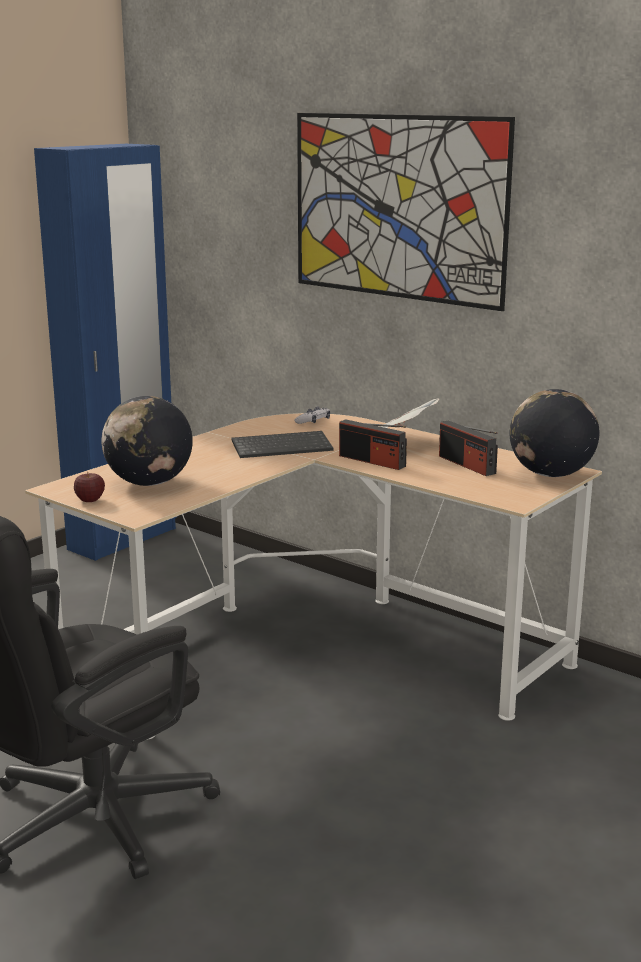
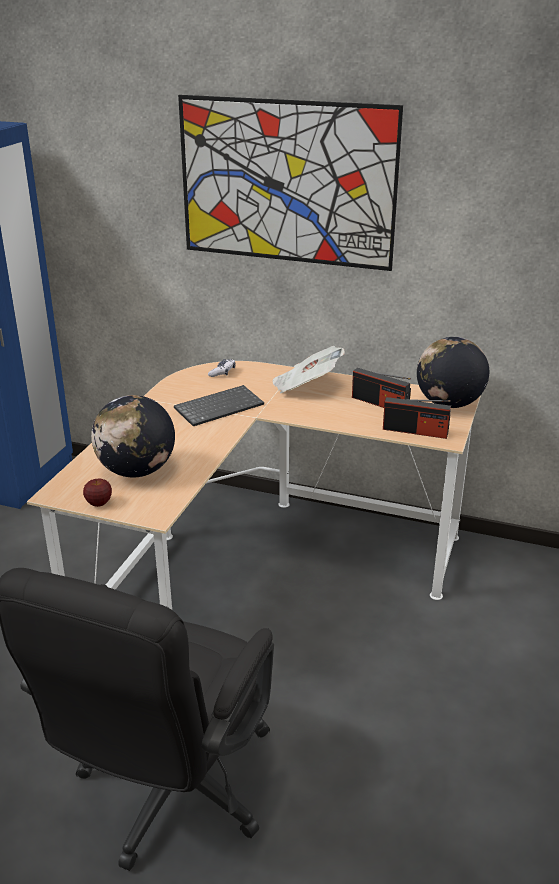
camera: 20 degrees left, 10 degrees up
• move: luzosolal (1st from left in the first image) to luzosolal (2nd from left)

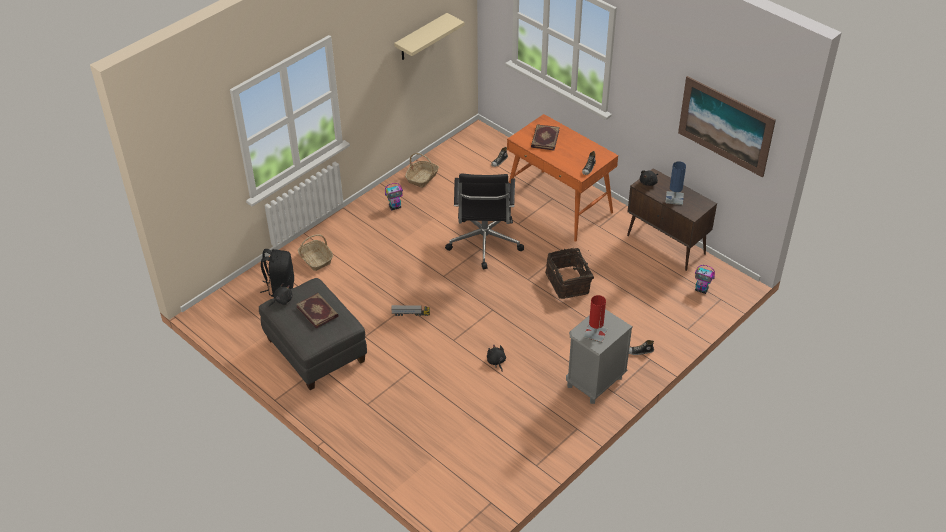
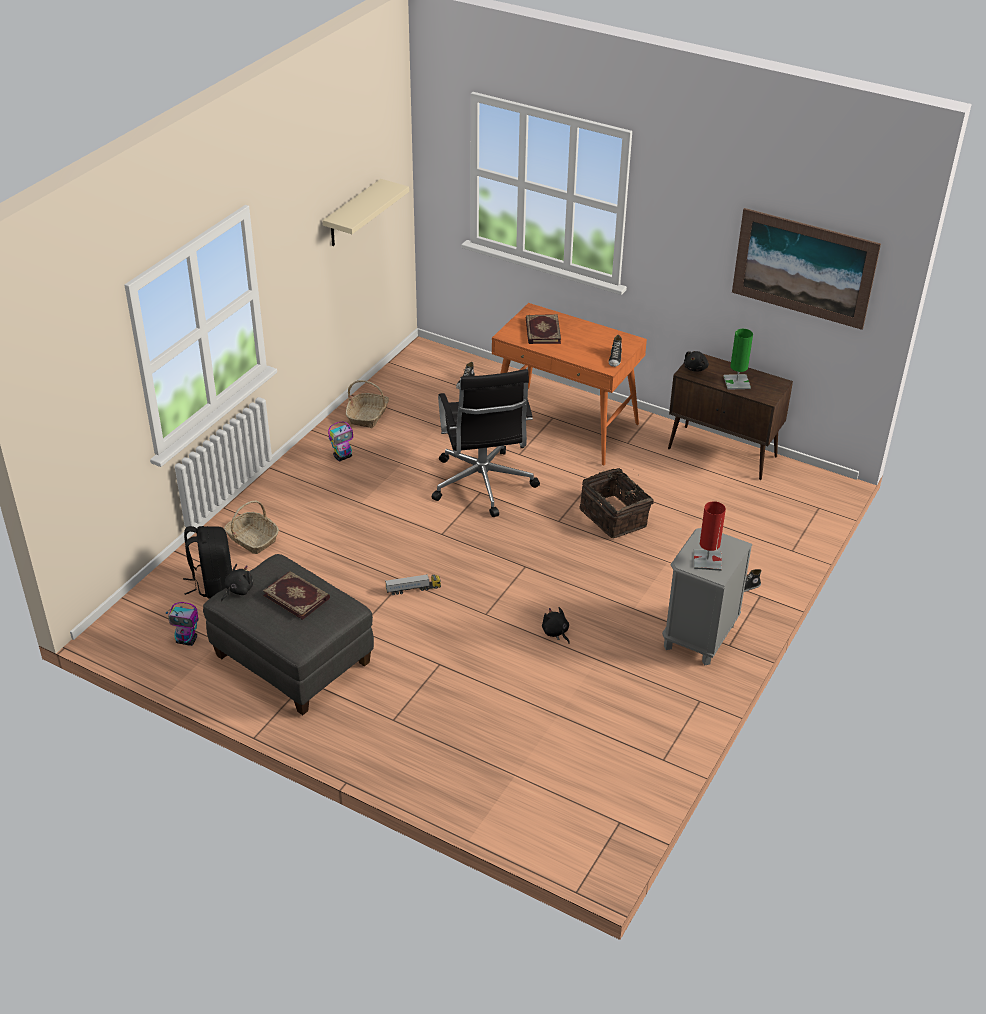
camera: 15 degrees left, 5 degrees down
• move: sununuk (2nd from left in the first image) to sununuk (1st from left)
• recolor: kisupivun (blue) to kisupivun (green)

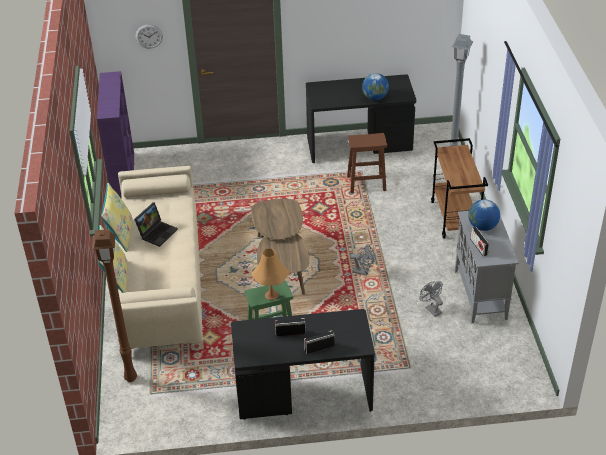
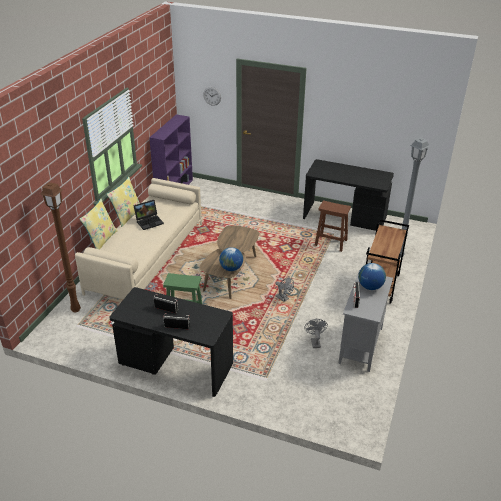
camera: 25 degrees right, 5 degrees down
• move: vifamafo (1st from left)
• delete: kisupivun (orange)

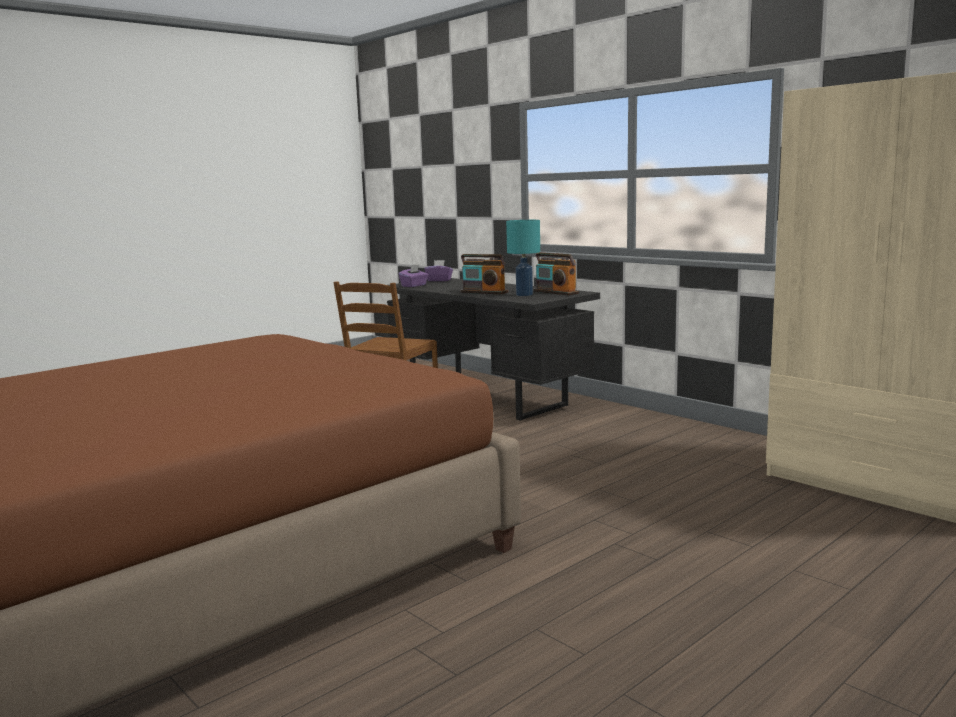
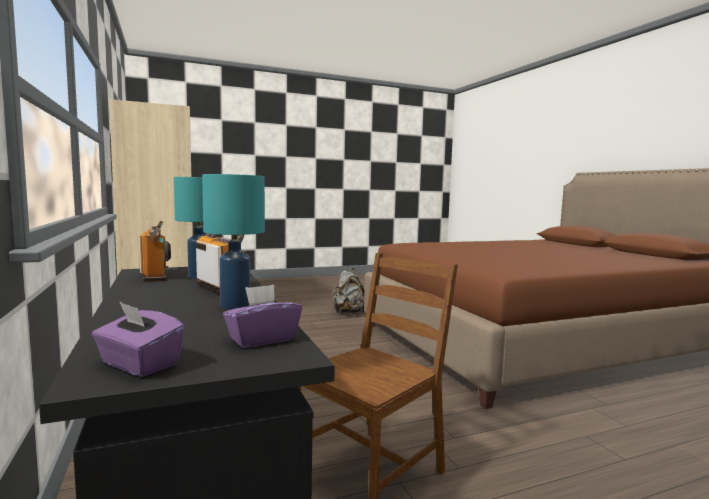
camera: 160 degrees left, 5 degrees down
• insert: kisupivun (turquoise) (2nd from left)
• insert: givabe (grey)

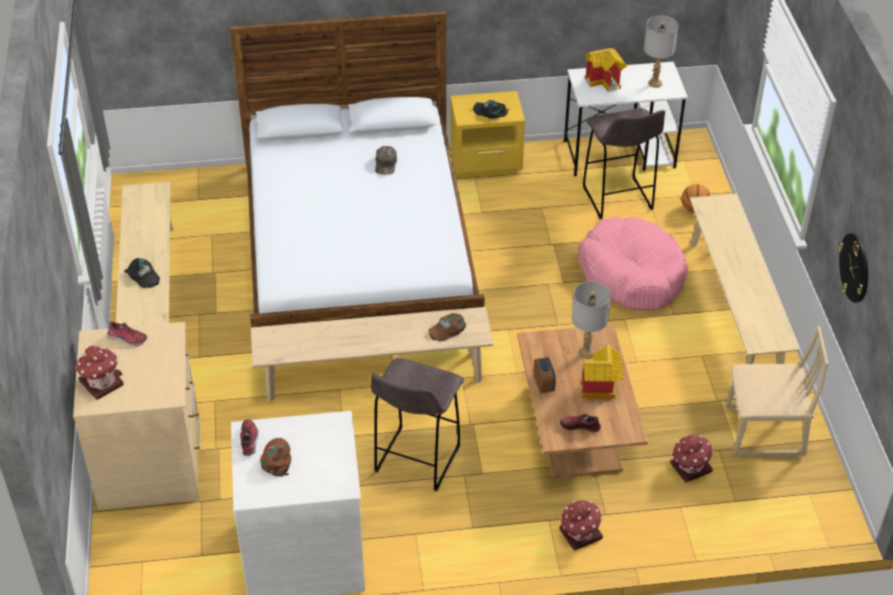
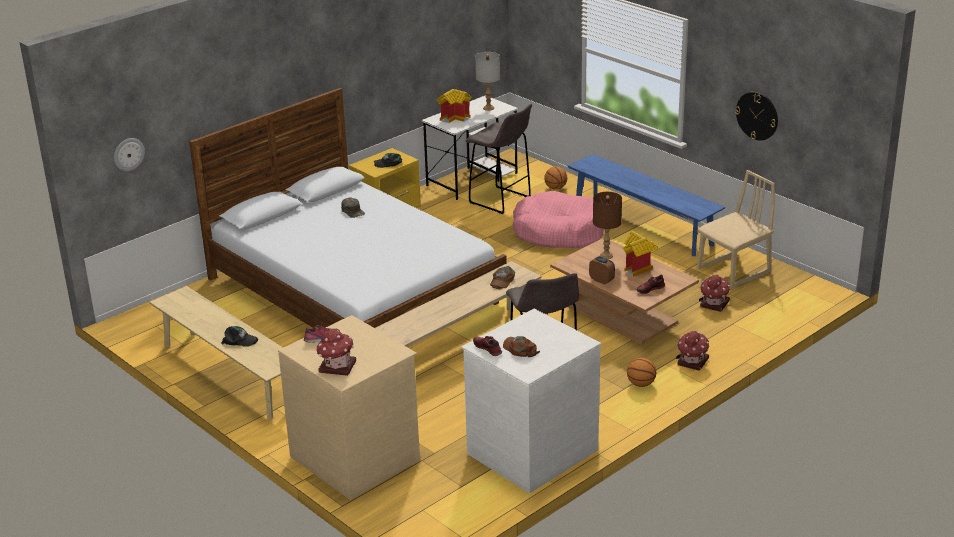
camera: 35 degrees left, 15 degrees down
• insert: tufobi (1st from left)
• recolor: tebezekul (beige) (3rd from left) to tebezekul (blue)
• recolor: kisupivun (grey) (1st from left) to kisupivun (brown)
• insert: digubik (2nd from left)

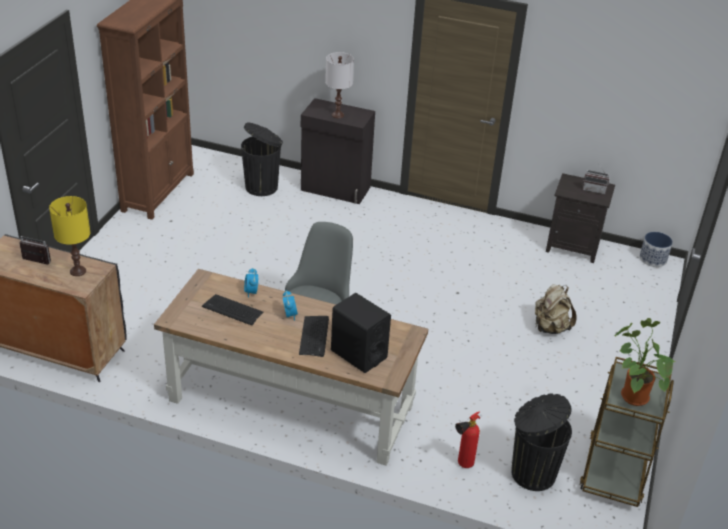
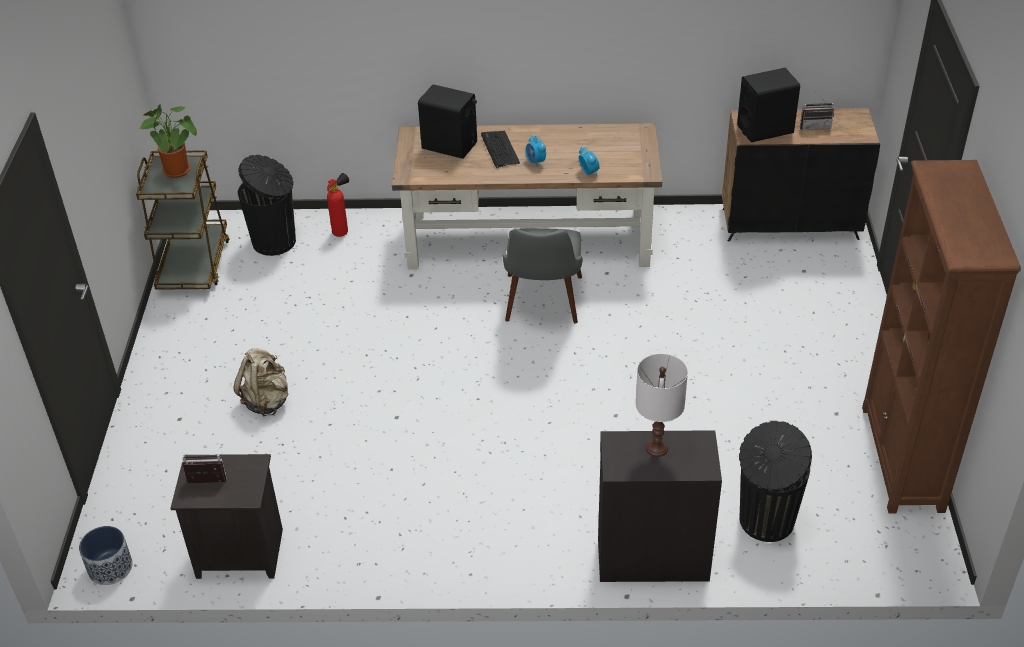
camera: 165 degrees right, 5 degrees up
• replace: kisupivun (yellow) to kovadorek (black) (2nd from left)
• delete: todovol (1st from left)

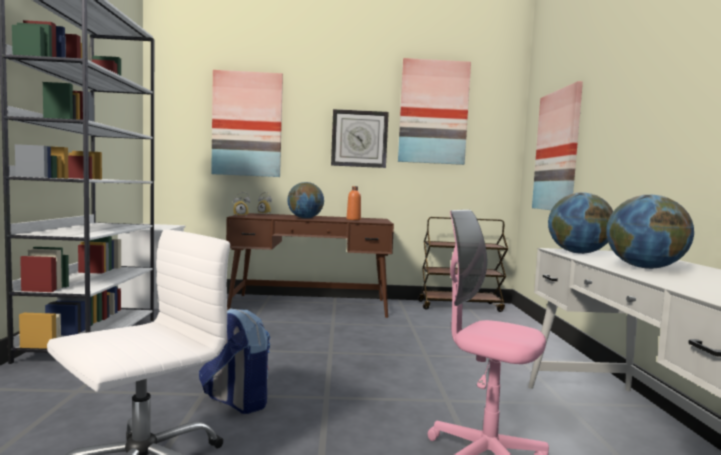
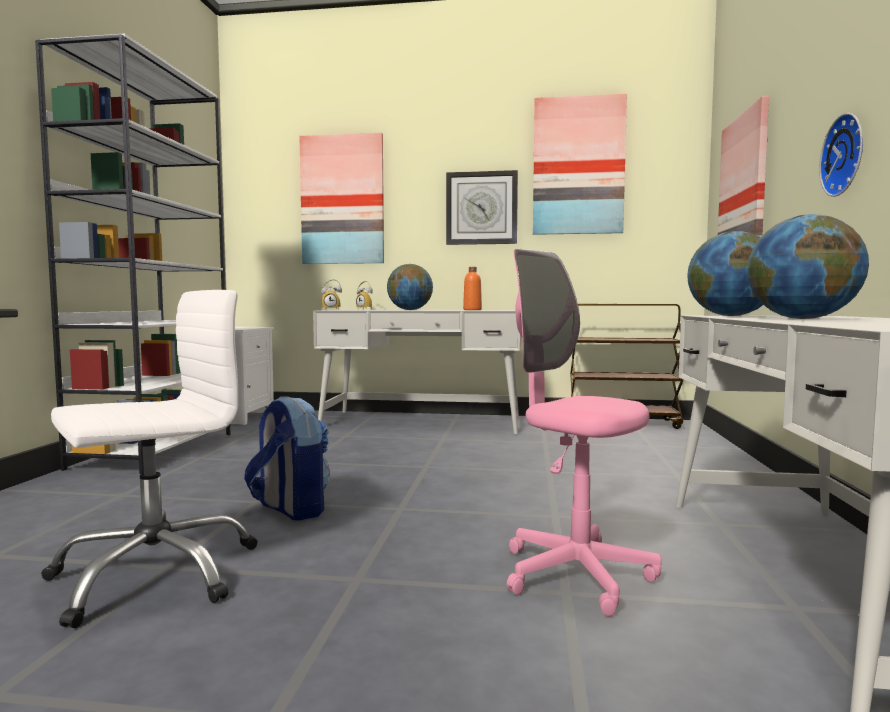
camera: 10 degrees right, 0 degrees up
• recolor: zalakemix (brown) to zalakemix (white) (1st from left)
• insert: tufobi (2nd from left)

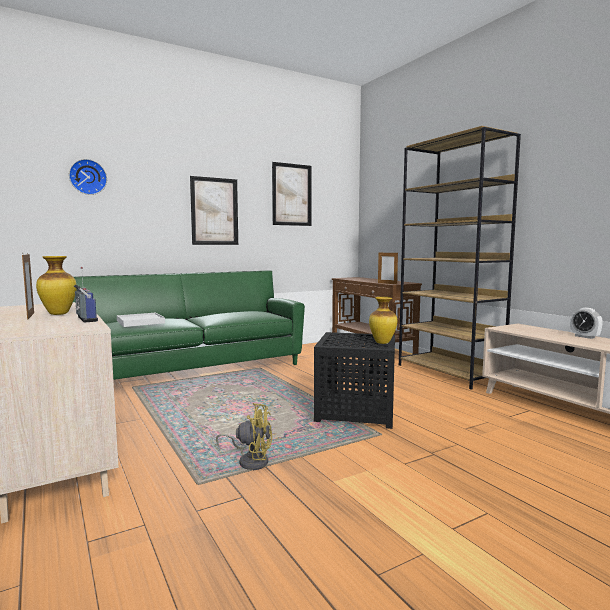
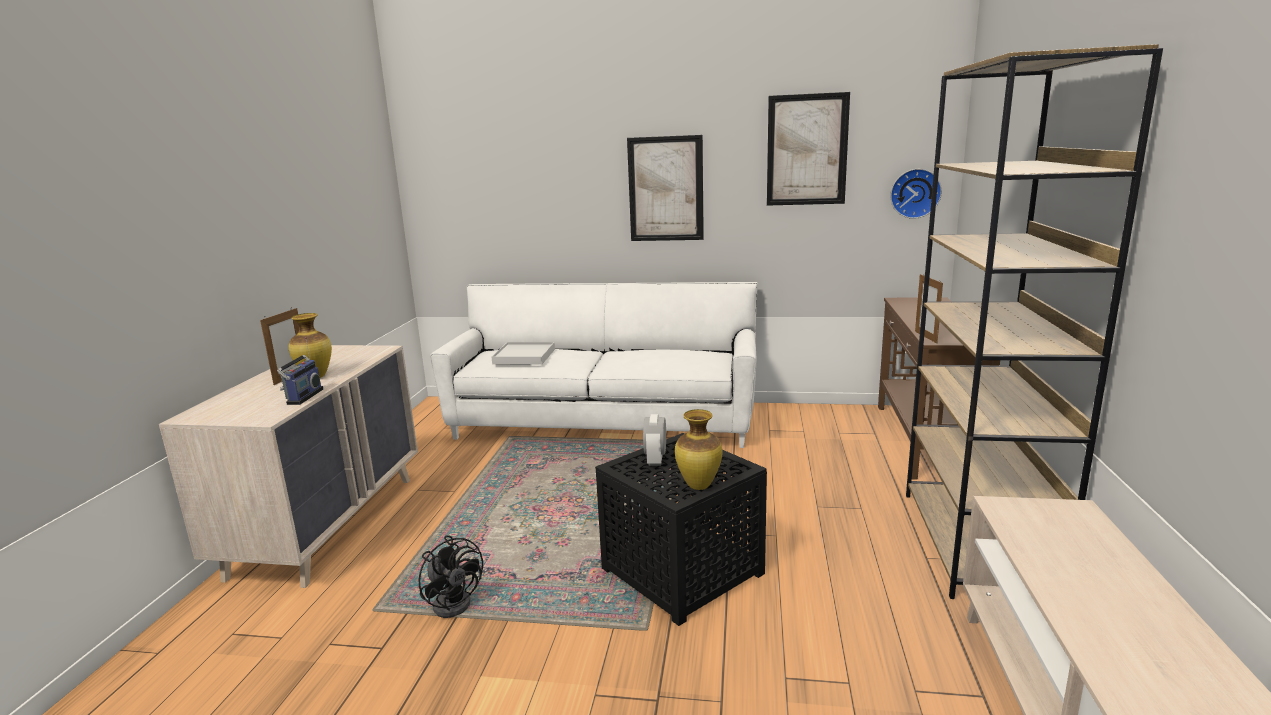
camera: 40 degrees right, 10 degrees up
• recolor: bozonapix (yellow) to bozonapix (black)
• recolor: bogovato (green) to bogovato (white)
• move: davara
• move: tufobi

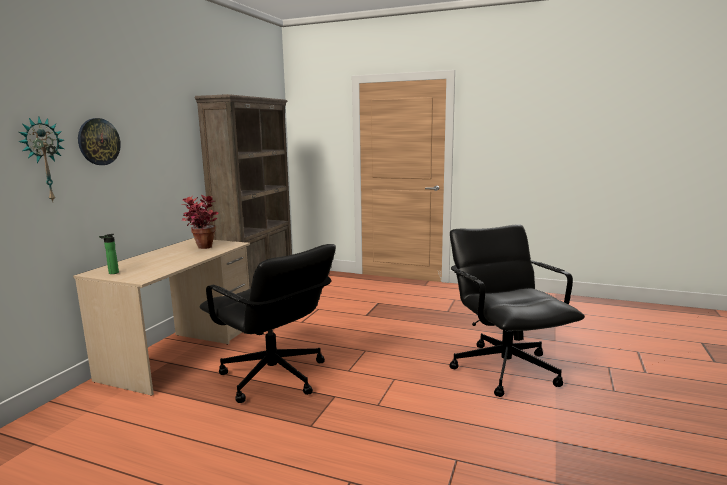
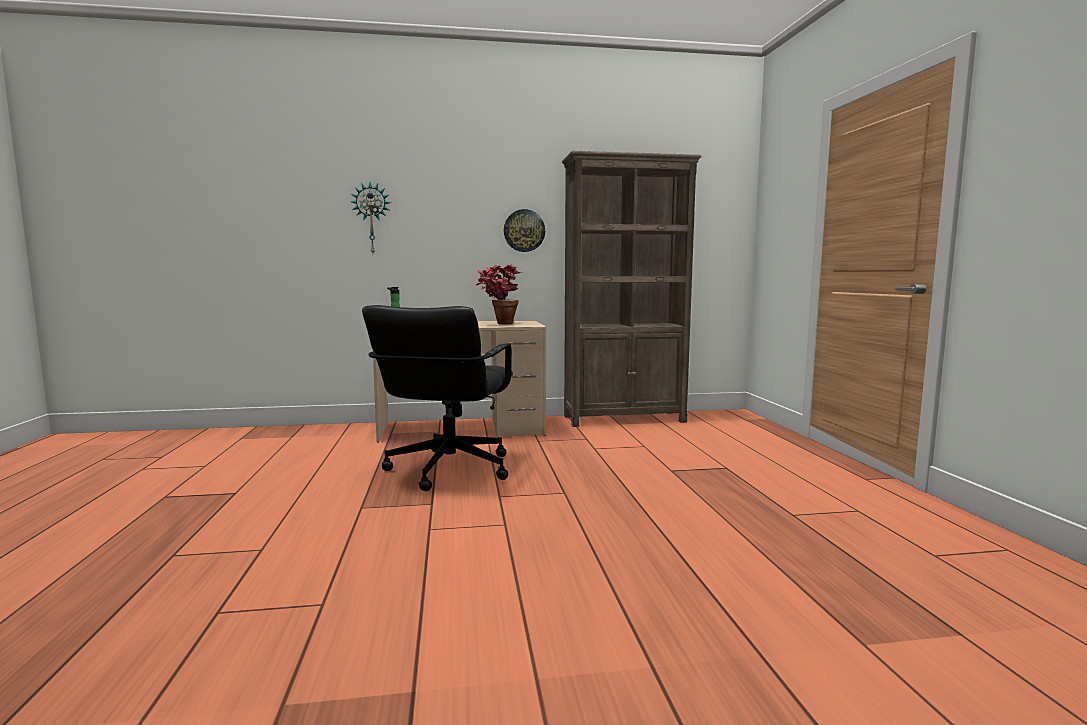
camera: 60 degrees right, 5 degrees down
• move: tufobi (2nd from left)
• delete: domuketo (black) (2nd from left)

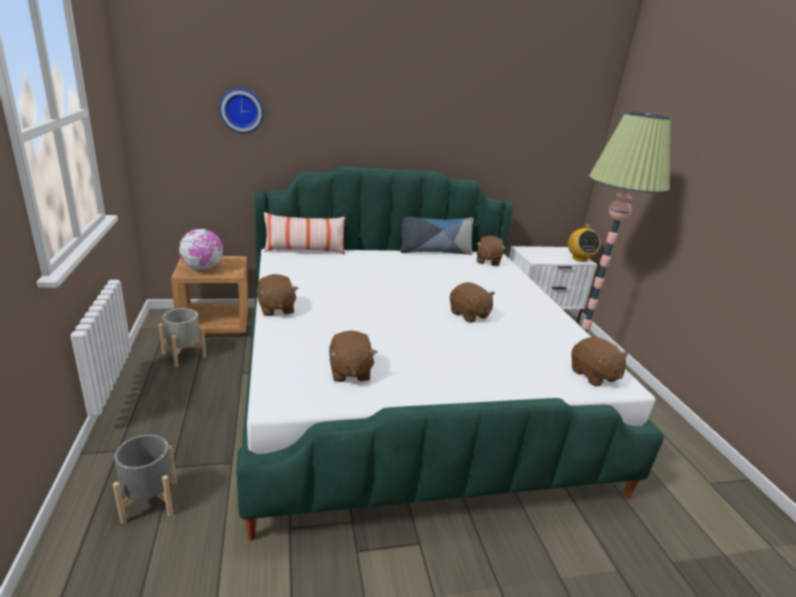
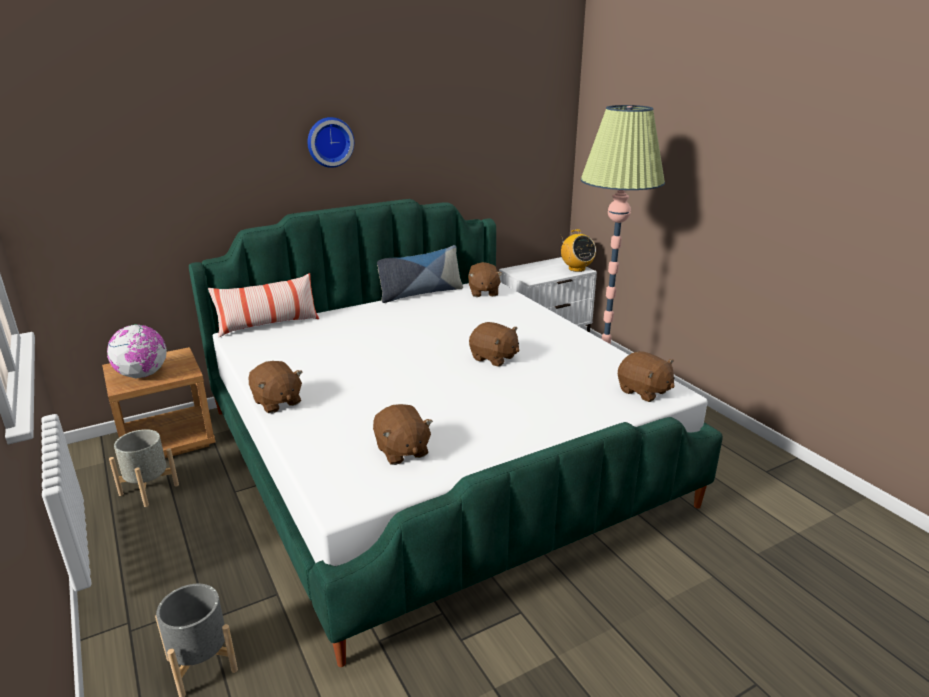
camera: 15 degrees left, 0 degrees up
• move: tufobi

